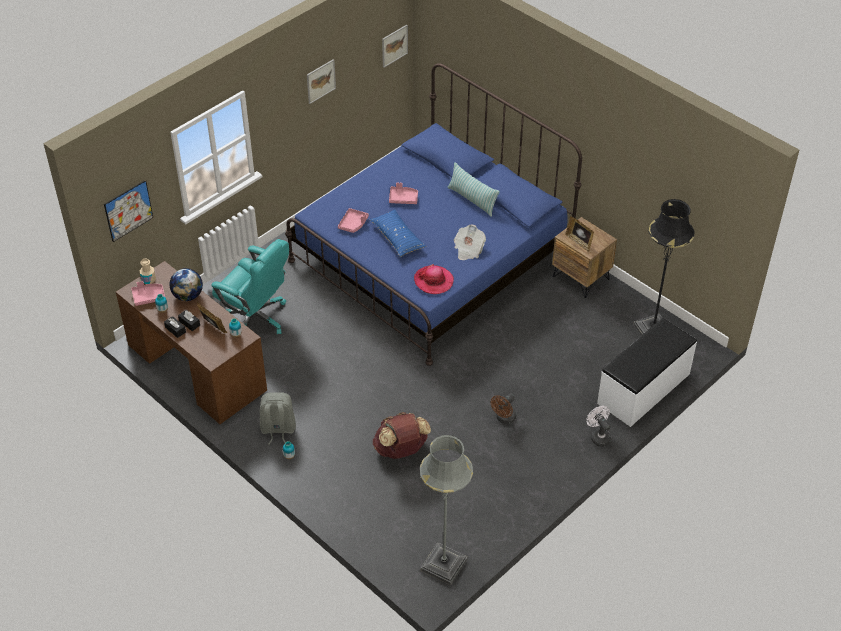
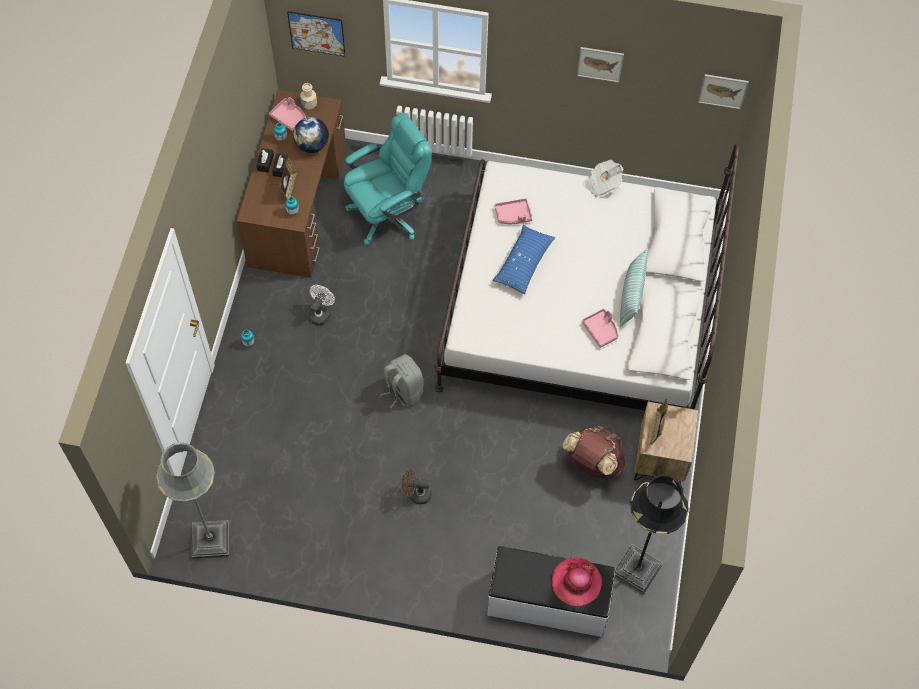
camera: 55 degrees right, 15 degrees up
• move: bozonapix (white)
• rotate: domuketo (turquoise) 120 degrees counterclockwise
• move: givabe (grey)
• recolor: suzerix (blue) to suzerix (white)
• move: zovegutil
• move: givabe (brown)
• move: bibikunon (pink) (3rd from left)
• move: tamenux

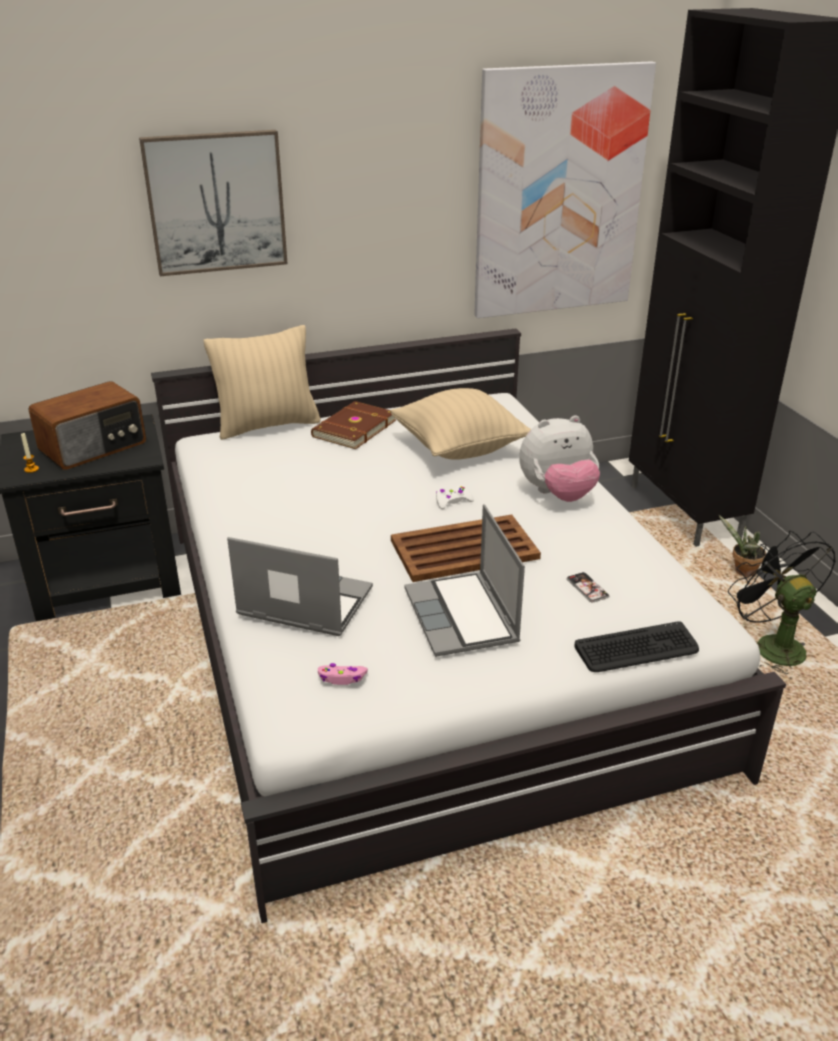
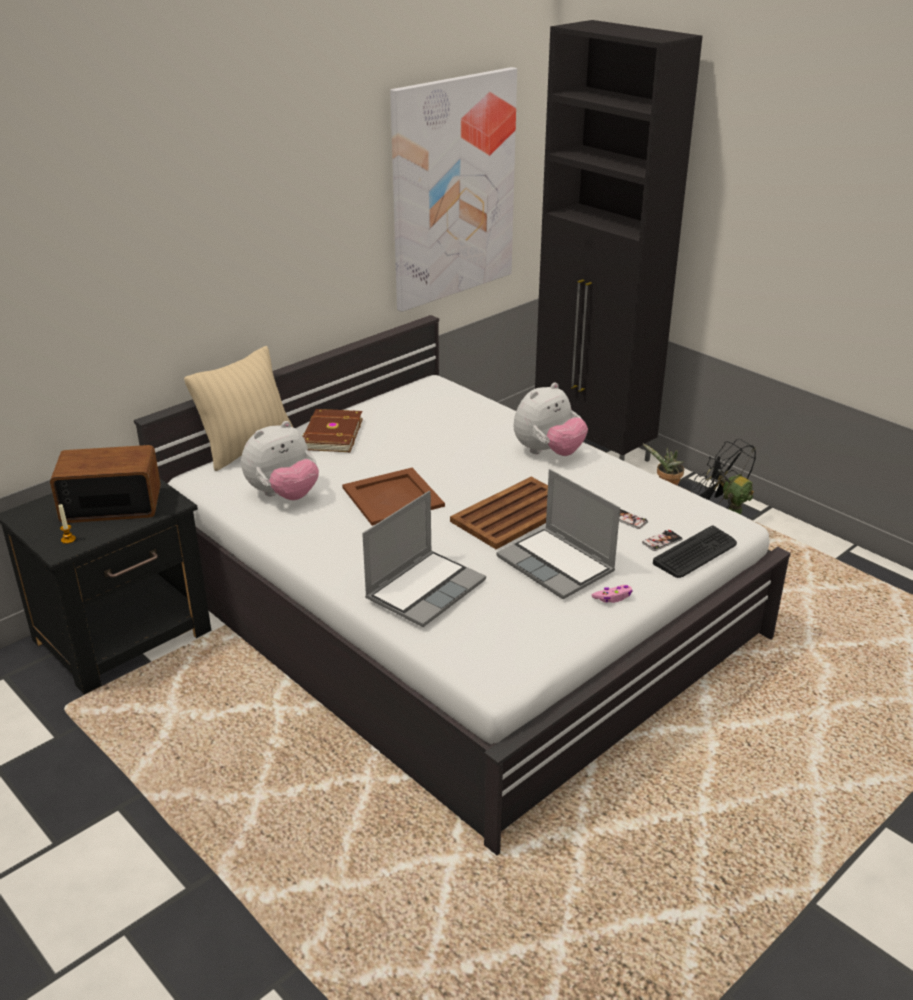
camera: 25 degrees left, 0 degrees up
• rotate: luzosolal 120 degrees counterclockwise
• insert: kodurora (1st from left)
• insert: bibikunon (brown) (1st from left)
• rotate: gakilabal (1st from left) 135 degrees clockwise
• move: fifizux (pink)
• insert: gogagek (2nd from left)
• delete: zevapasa (1st from left)
• delete: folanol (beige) (2nd from left)
• delete: fifizux (white)

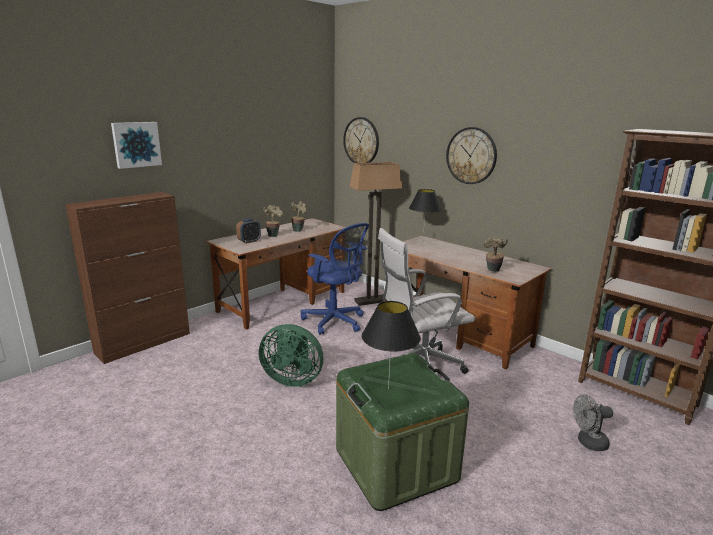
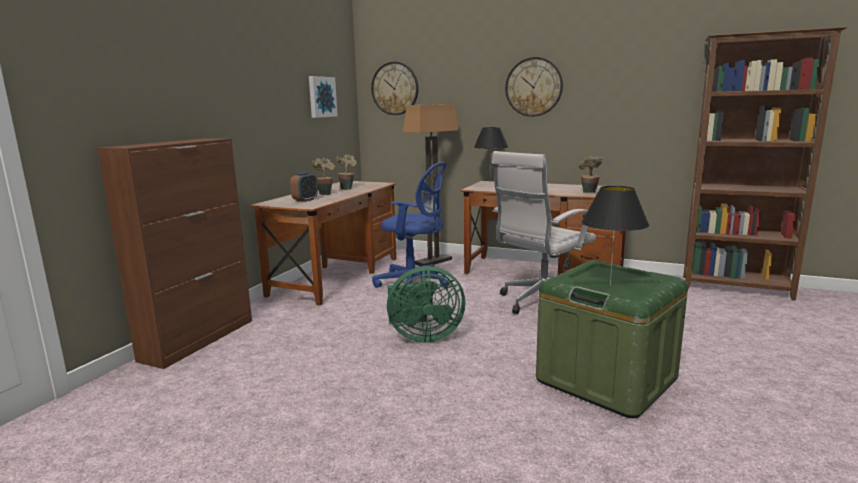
camera: 20 degrees left, 5 degrees down
• move: zevapasa
• delete: bozonapix (grey)

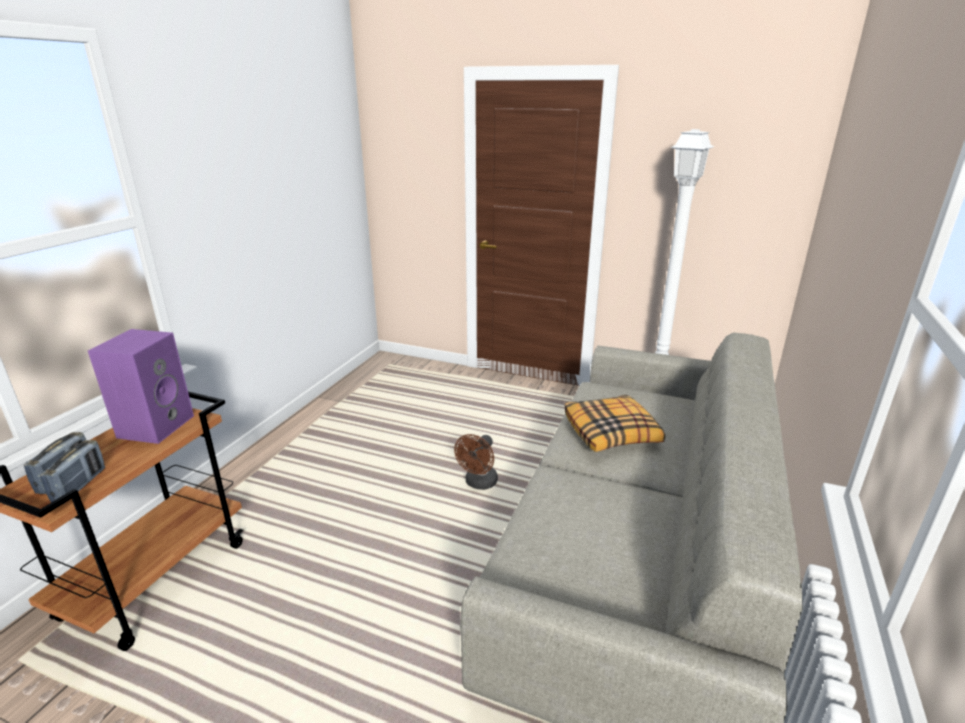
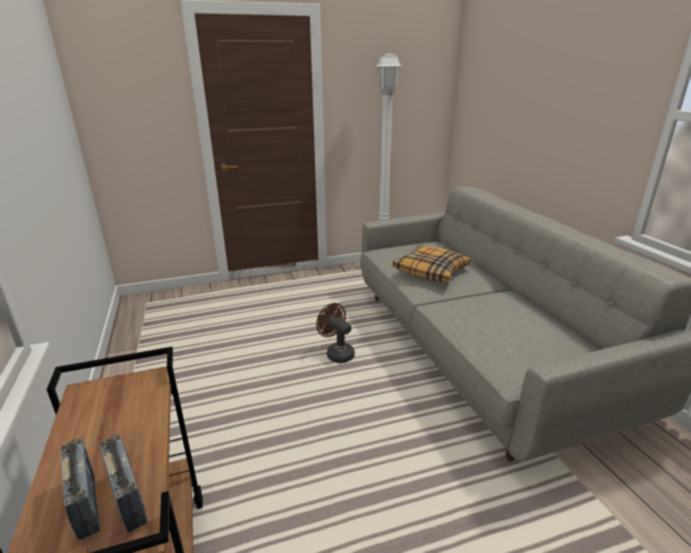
camera: 40 degrees left, 0 degrees up
• rotate: bozonapix (brown) 150 degrees clockwise
• delete: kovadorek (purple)

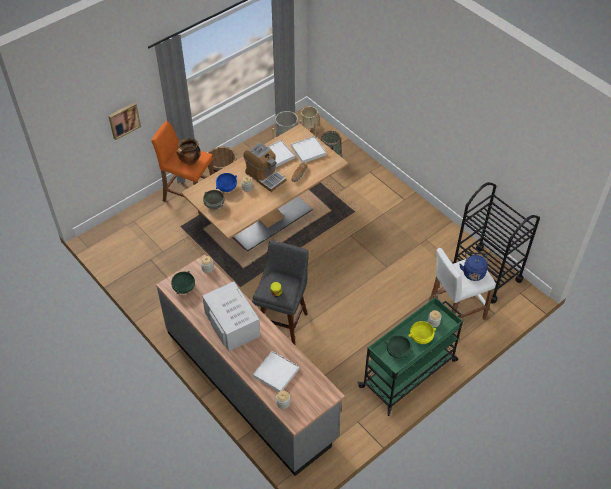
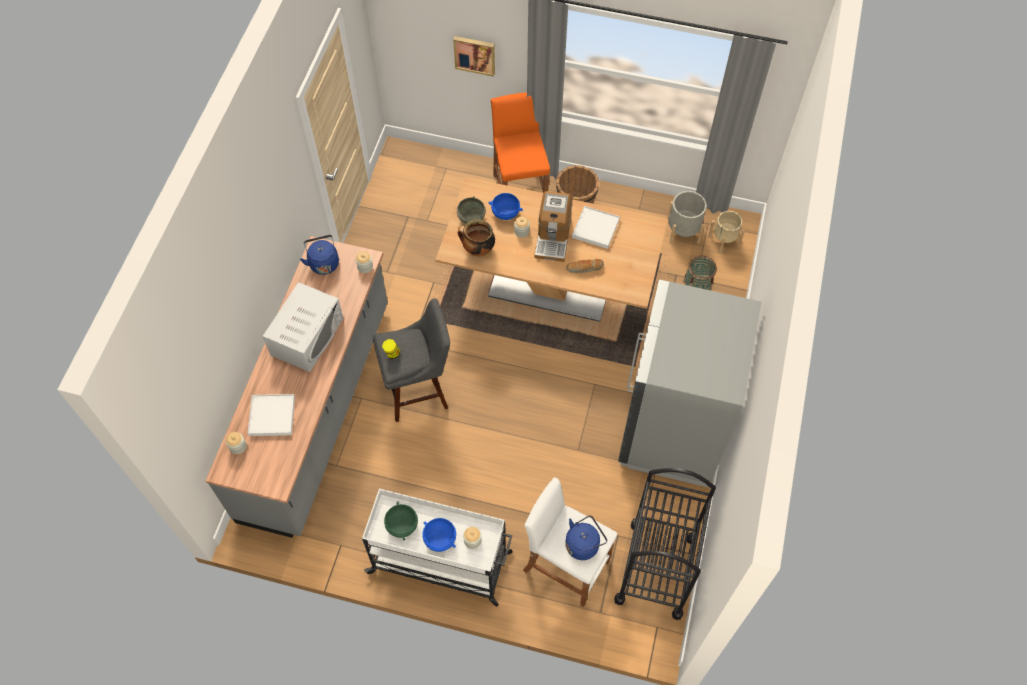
camera: 55 degrees right, 10 degrees up
• replace: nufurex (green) (1st from left) to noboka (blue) (1st from left)
• recolor: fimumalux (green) to fimumalux (white)
• recolor: nufurex (yellow) to nufurex (blue) (1st from left)
• move: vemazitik
• insert: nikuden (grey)
• delete: bibikunon (white) (3rd from left)

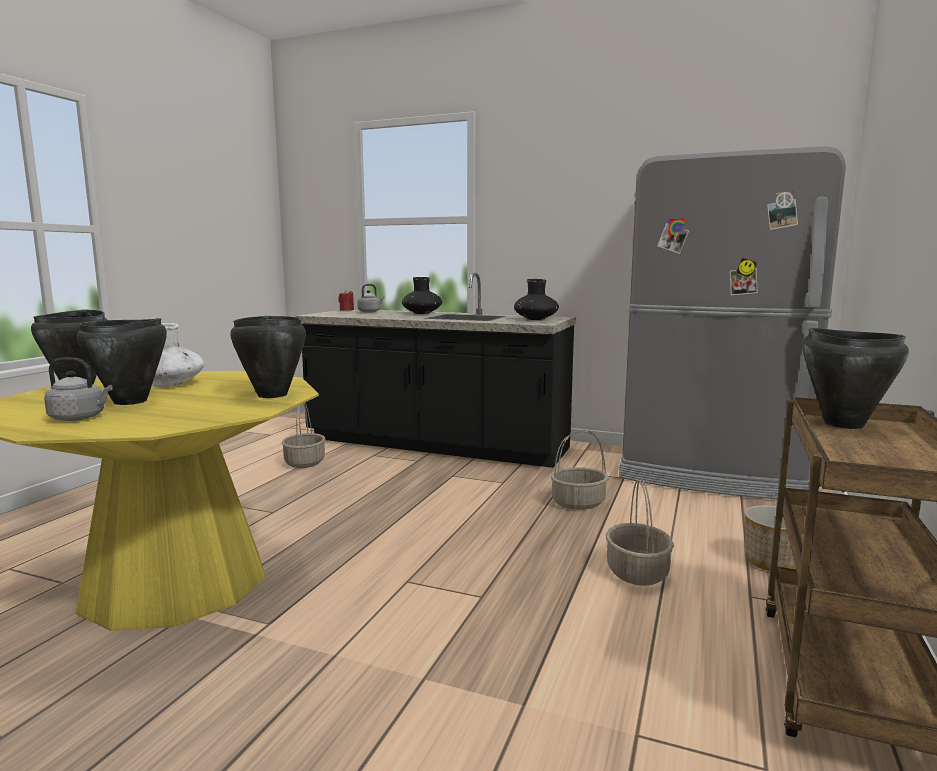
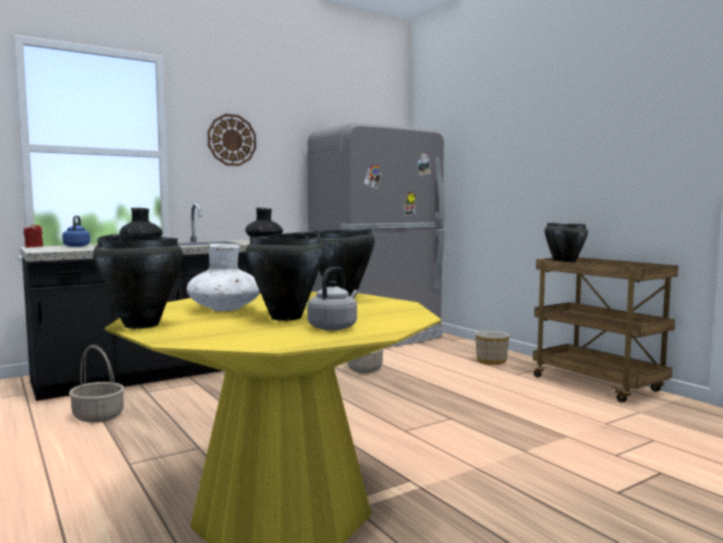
camera: 55 degrees left, 5 degrees down
• recolor: noboka (grey) (2nd from left) to noboka (blue)
• insert: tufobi
• delete: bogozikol (3rd from left)

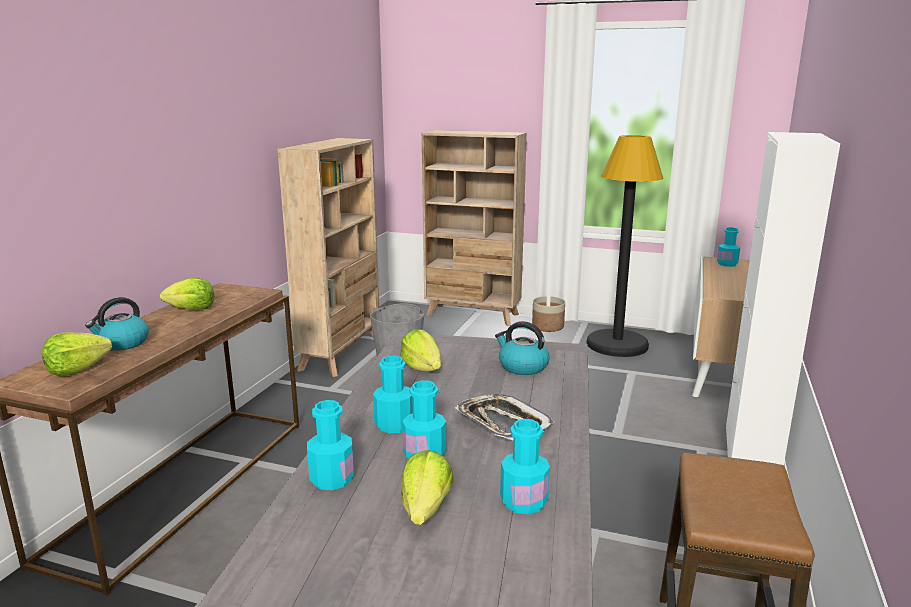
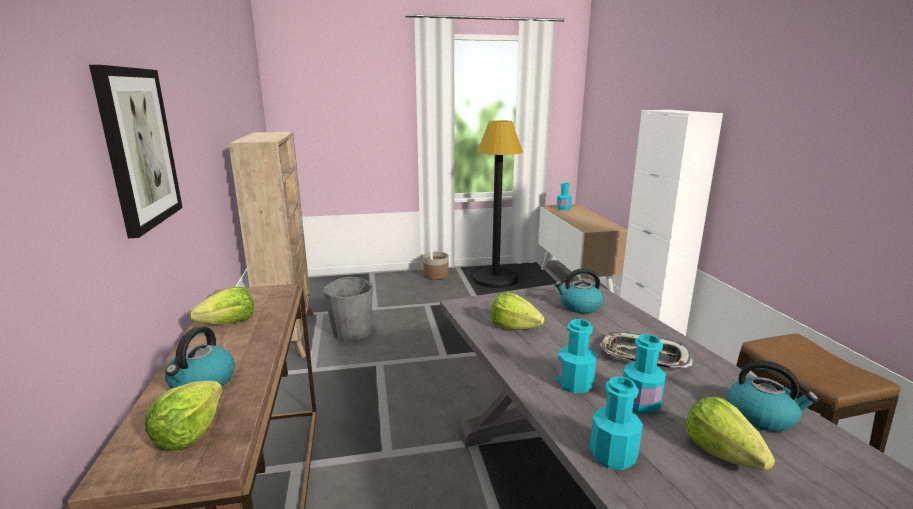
camera: 30 degrees left, 0 degrees up
• insert: zevapasa
• replace: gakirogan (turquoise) (4th from left) to noboka (3rd from left)
• delete: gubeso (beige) (2nd from left)

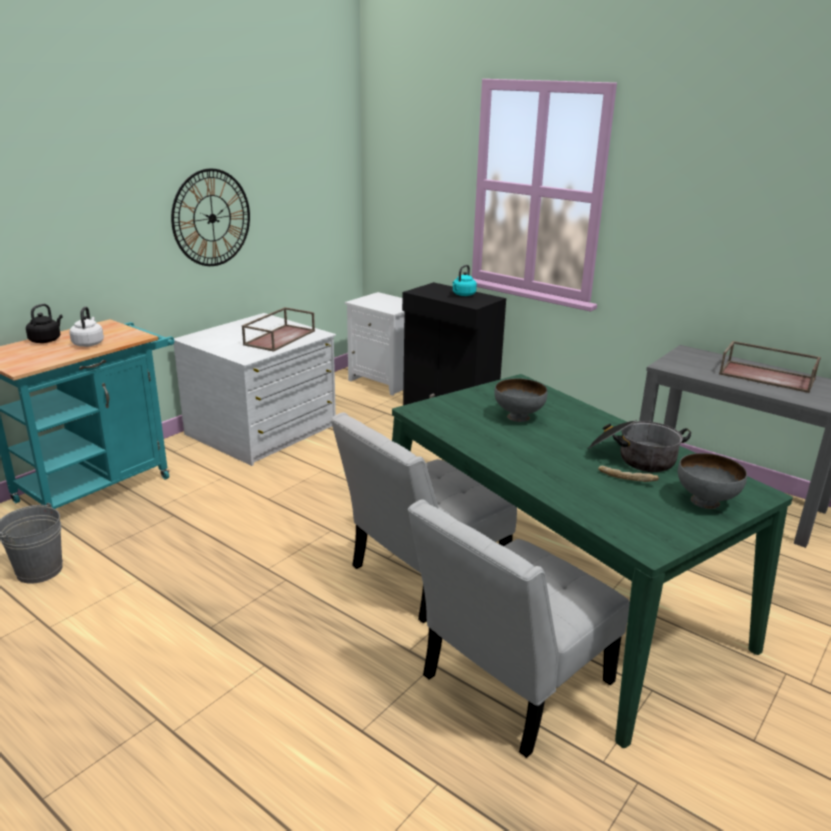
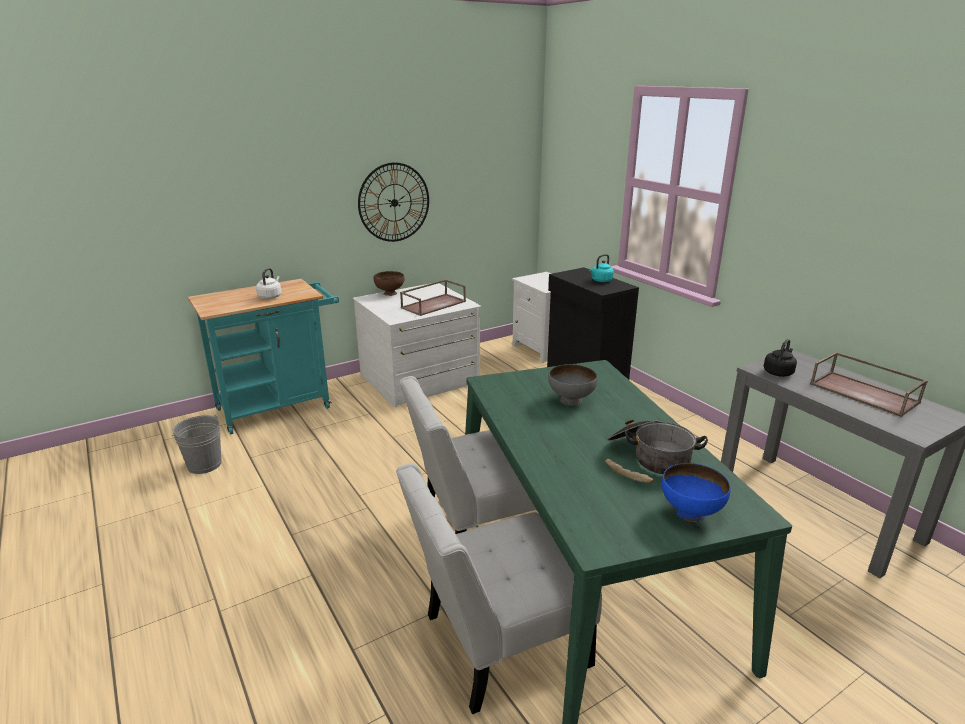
camera: 20 degrees right, 0 degrees up
• insert: nufurex (brown)
• recolor: nufurex (grey) (2nd from left) to nufurex (blue)
• move: noboka (black)

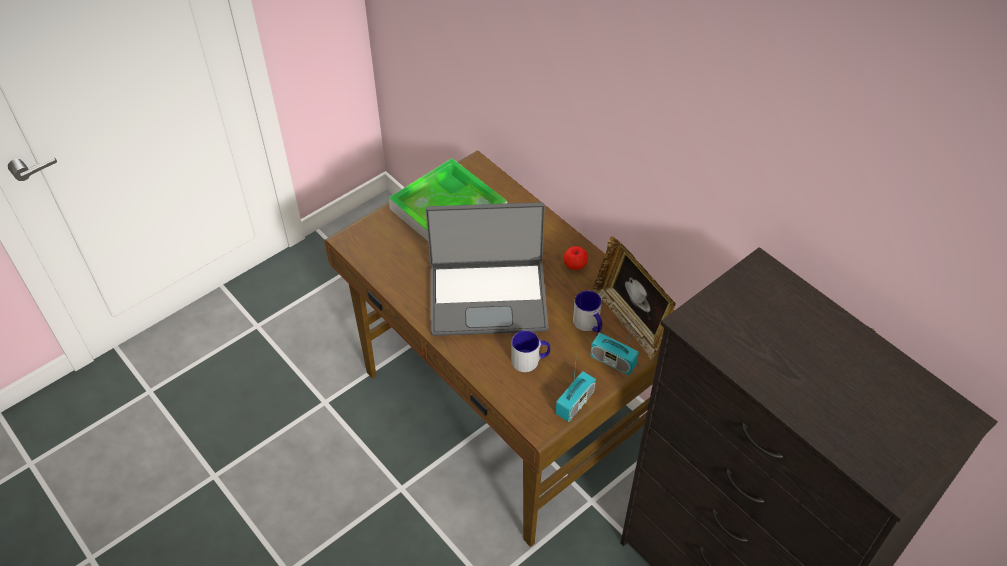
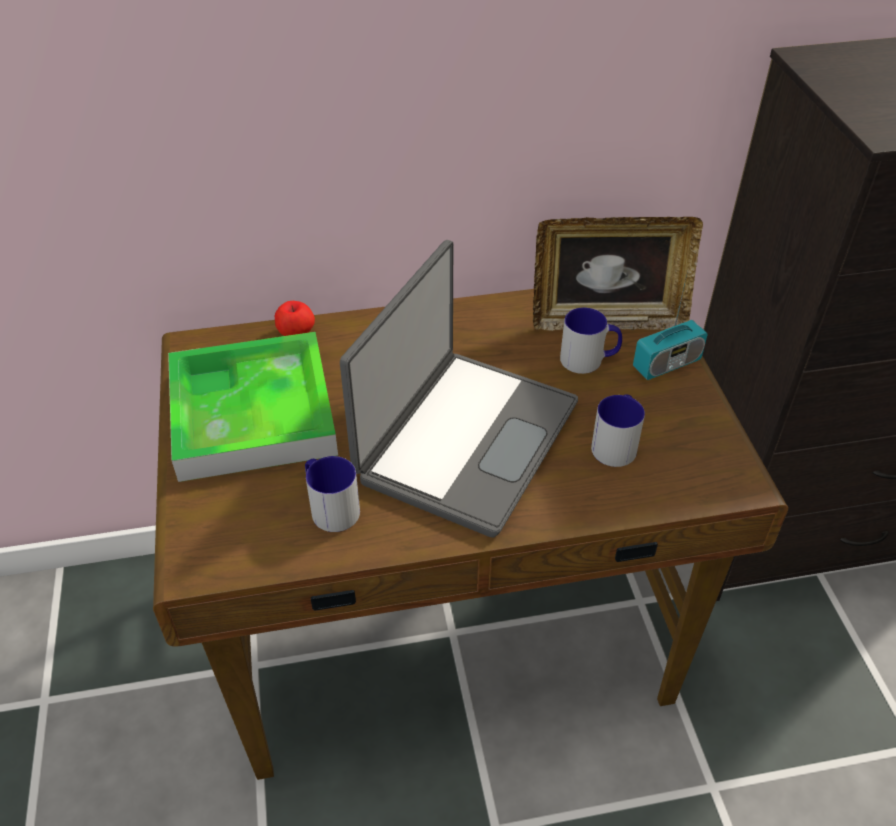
camera: 60 degrees left, 5 degrees down
• move: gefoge
• insert: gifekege (1st from left)
• delete: luzosolal (1st from left)

